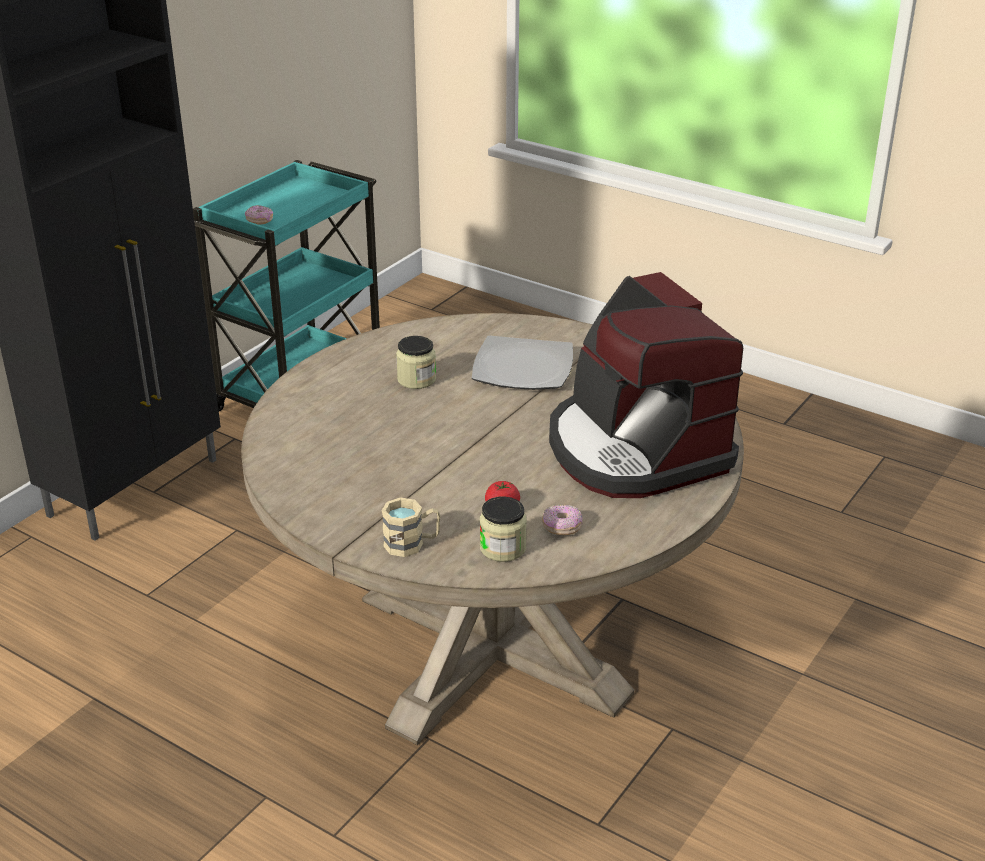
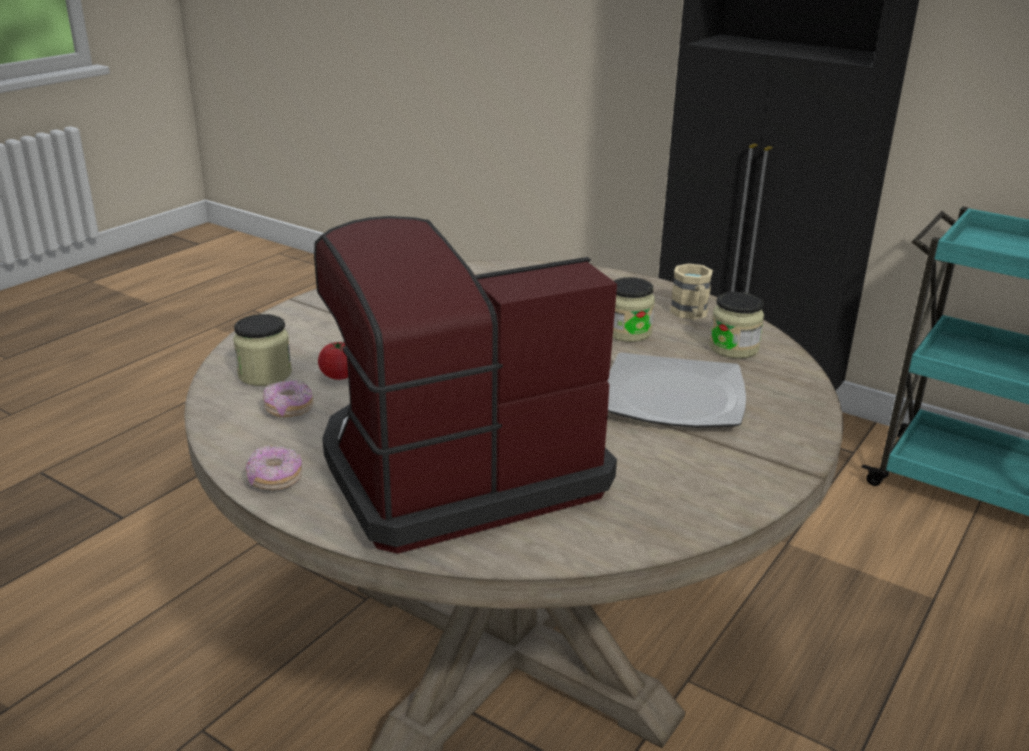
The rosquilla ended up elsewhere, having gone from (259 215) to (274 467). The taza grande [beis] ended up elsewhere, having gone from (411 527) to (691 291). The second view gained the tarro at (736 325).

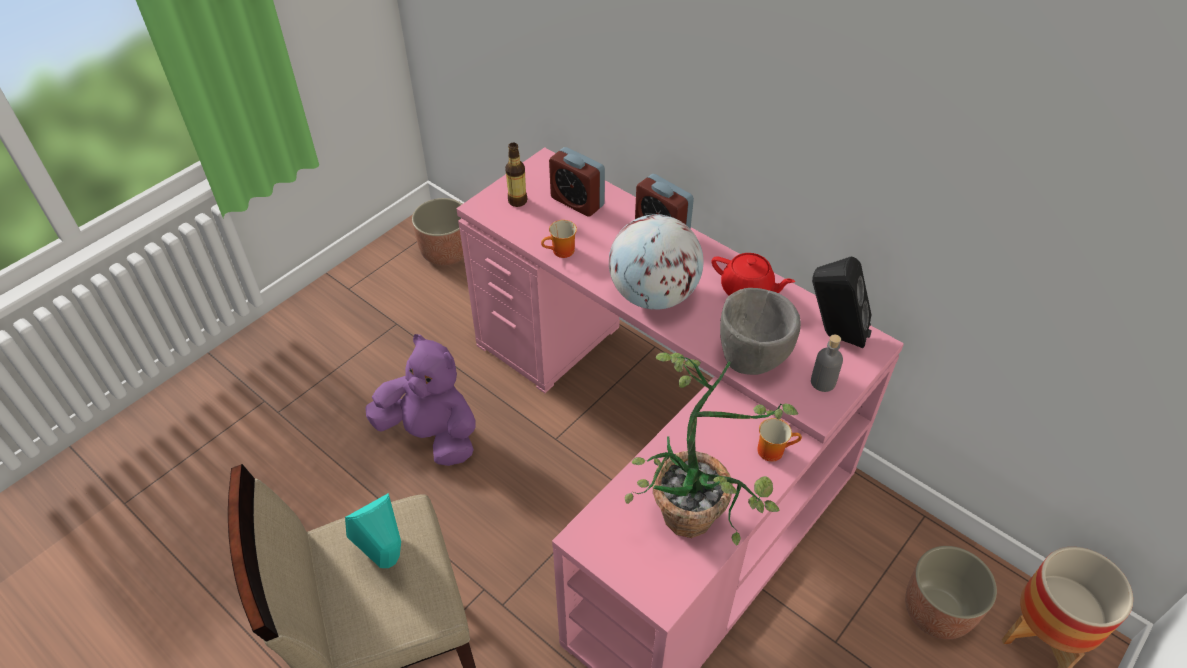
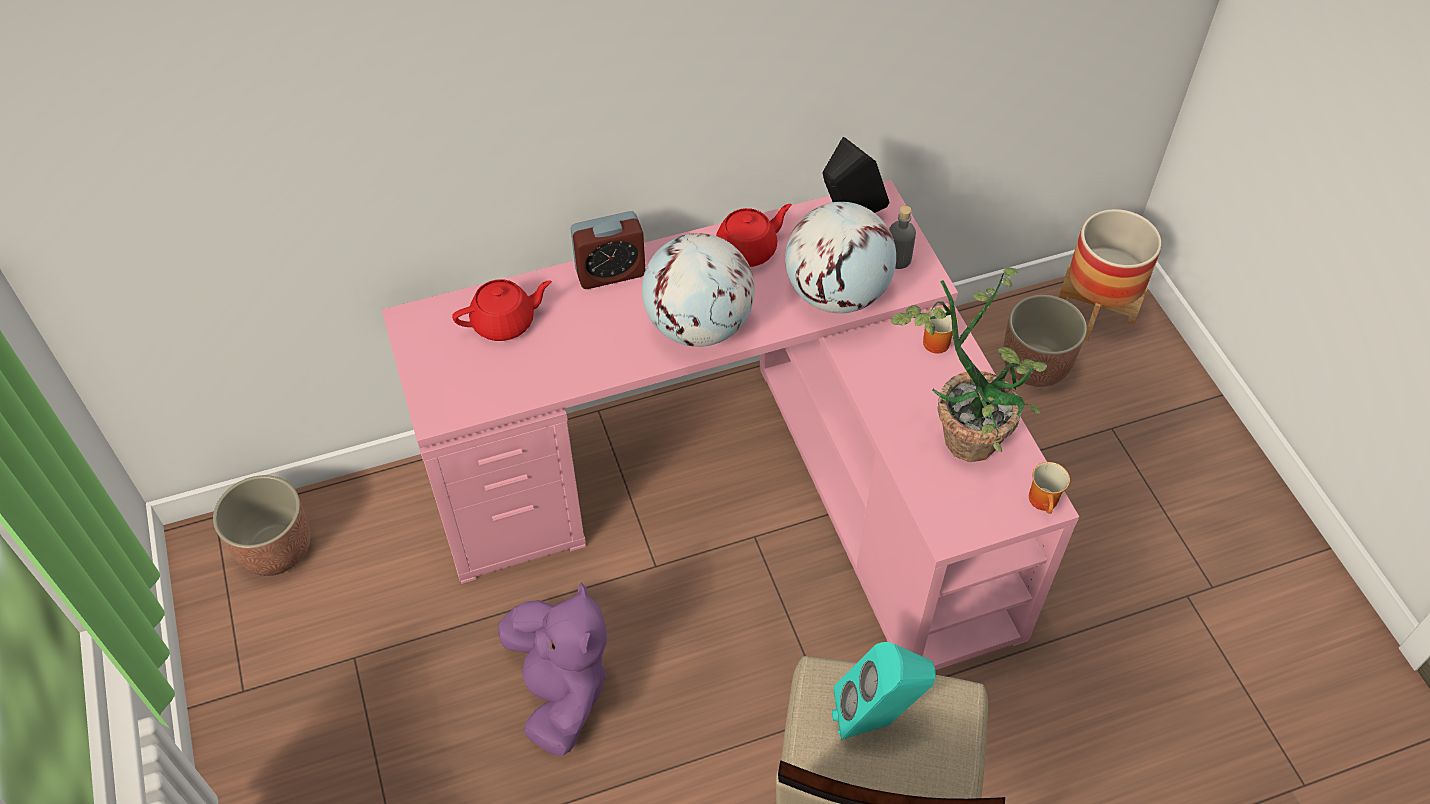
The peluche [morado] at (420 400) ended up facing another way, 105 degrees clockwise from before. The second view lost the botella at (516 175). The taza grande ended up elsewhere, having gone from (559 239) to (1049 488). Where the despertador stood at (577 182), the tetera [rojo] came to stand at (502 310). Where the cuenco [gris] stood at (760 331), the globo terráqueo came to stand at (840 257).

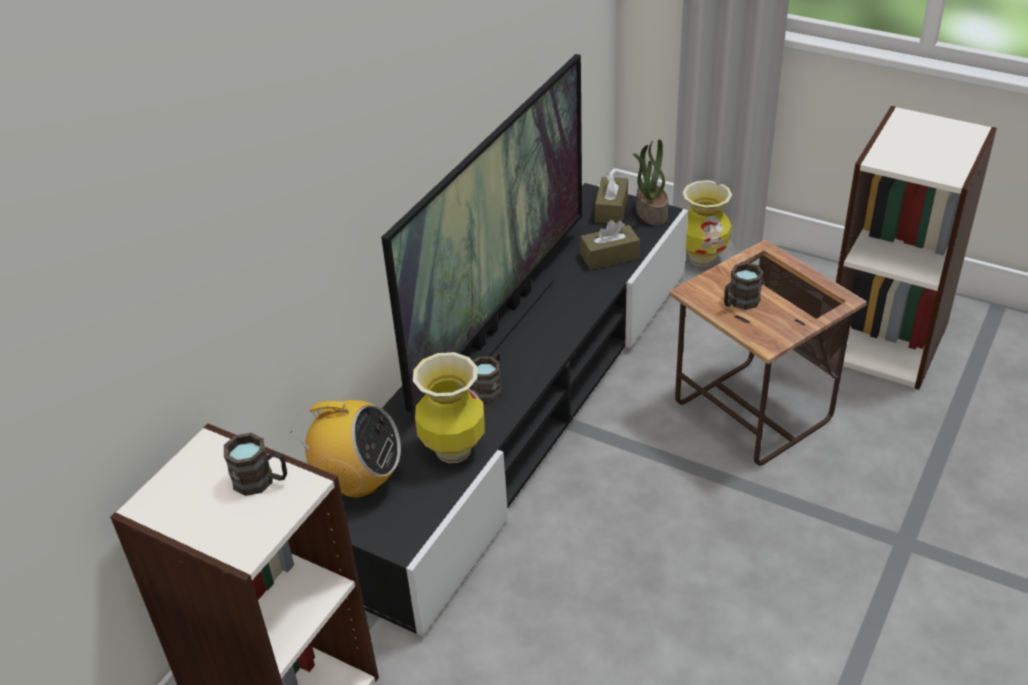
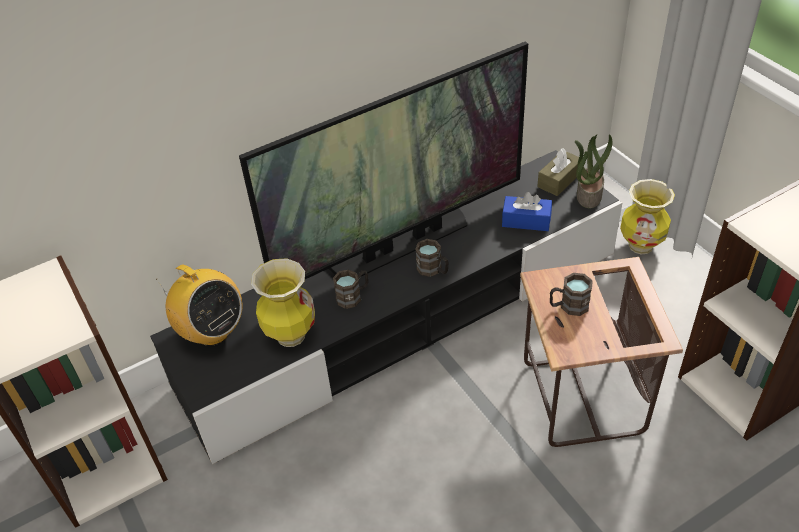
The taza grande [marrón] ended up elsewhere, having gone from (255 464) to (432 258). What was the caja de pañuelos [marrón] at (610 245) turned into the caja de pañuelos [azul] at (527 211).

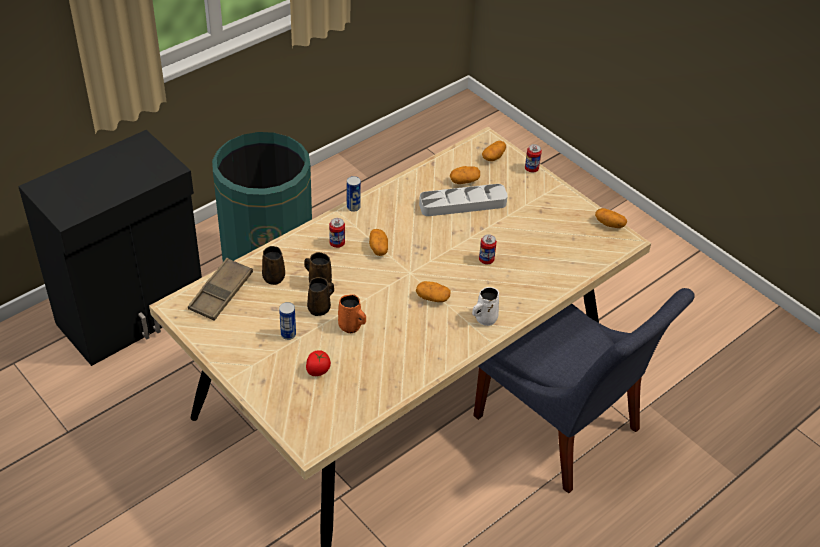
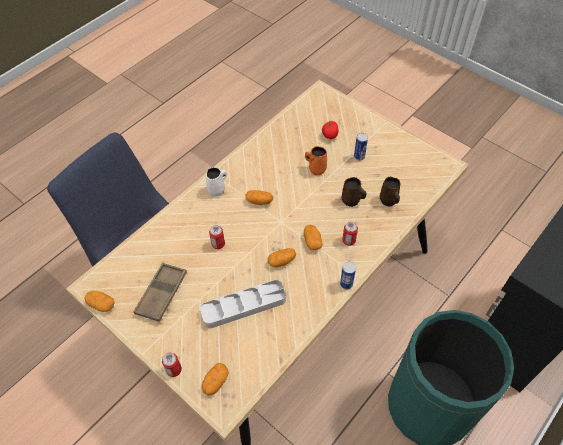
The bandeja [marrón] ended up elsewhere, having gone from (220 289) to (160 292). The second view lost the taza grande [marrón] at (320 296). The patata ended up elsewhere, having gone from (465 175) to (281 257).

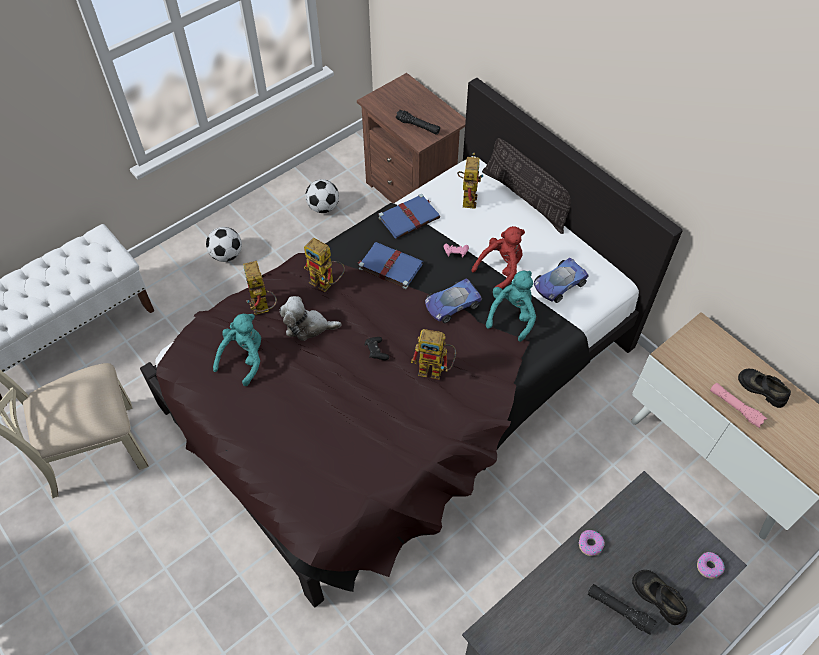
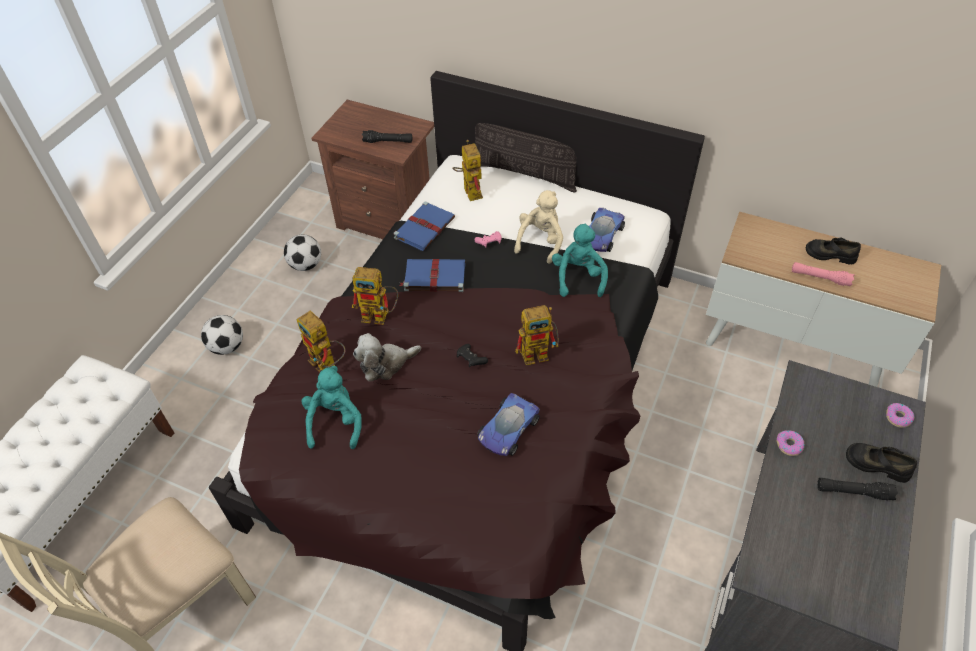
The coche de juguete ended up elsewhere, having gone from (453 300) to (508 424). What was the peluche [rojo] at (498 257) turned into the peluche [beis] at (538 227).

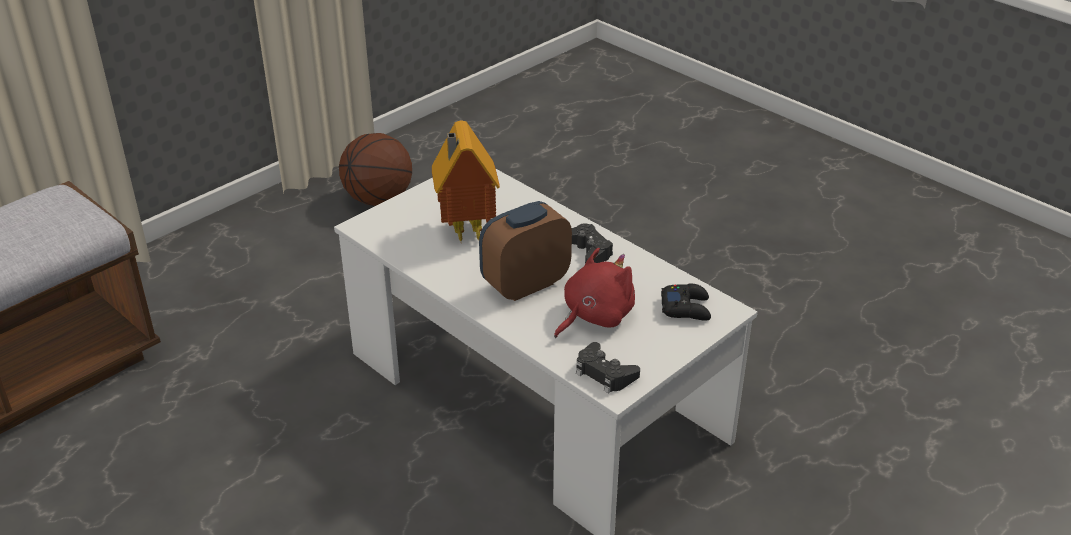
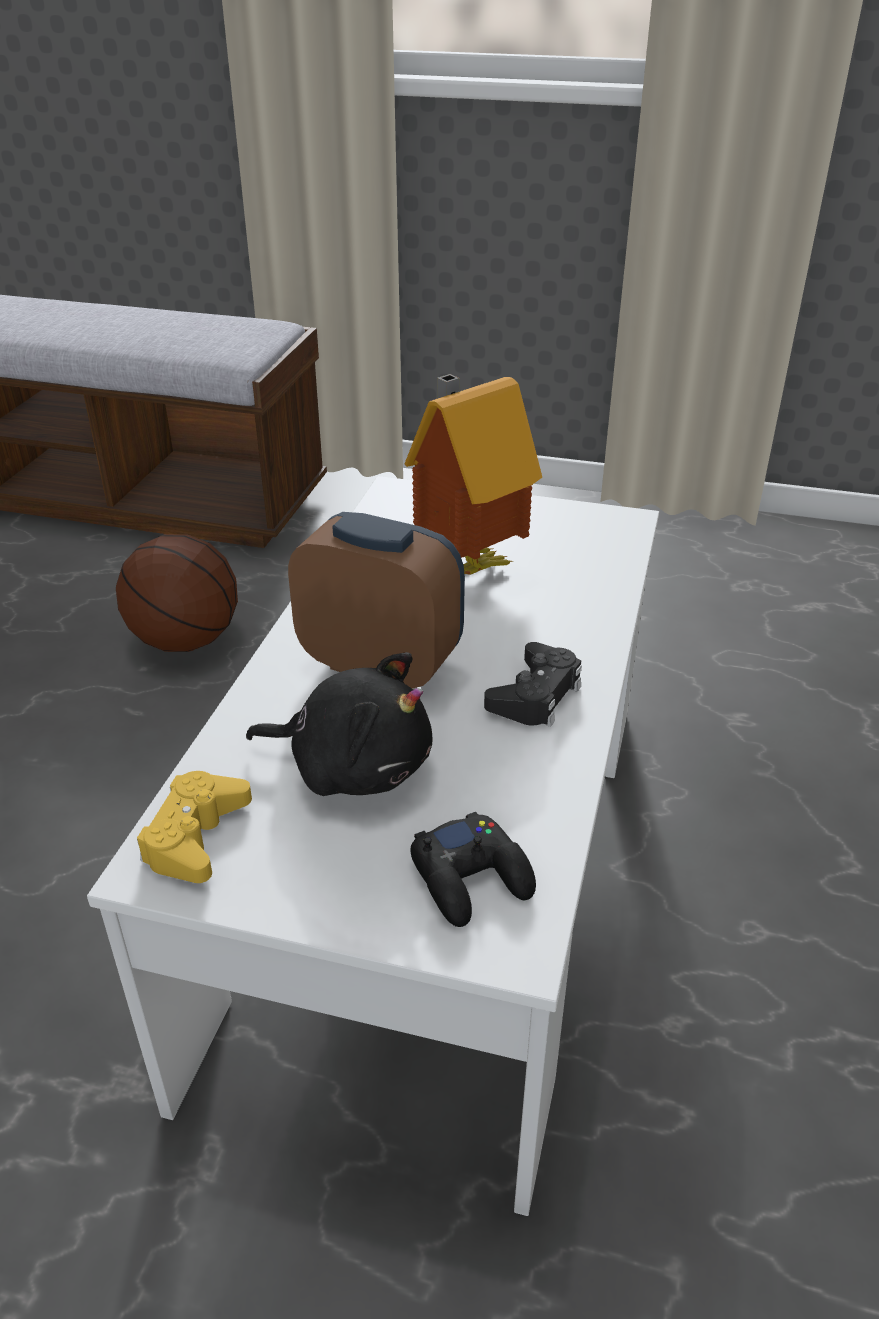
The balón de baloncesto ended up elsewhere, having gone from (375 169) to (177 593). What was the peluche [rojo] at (594 293) turned into the peluche [negro] at (339 724). What was the mando de consola [negro] at (608 368) turned into the mando de consola [amarillo] at (194 827).

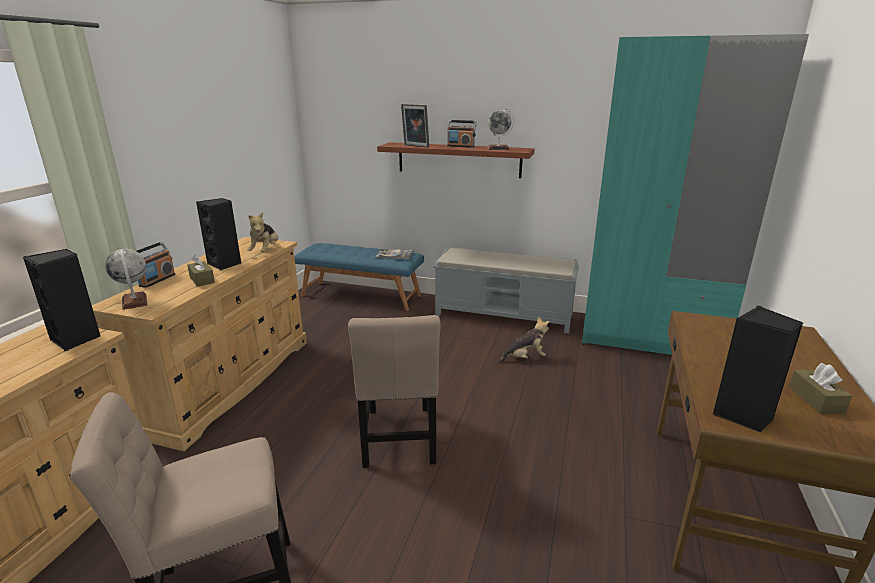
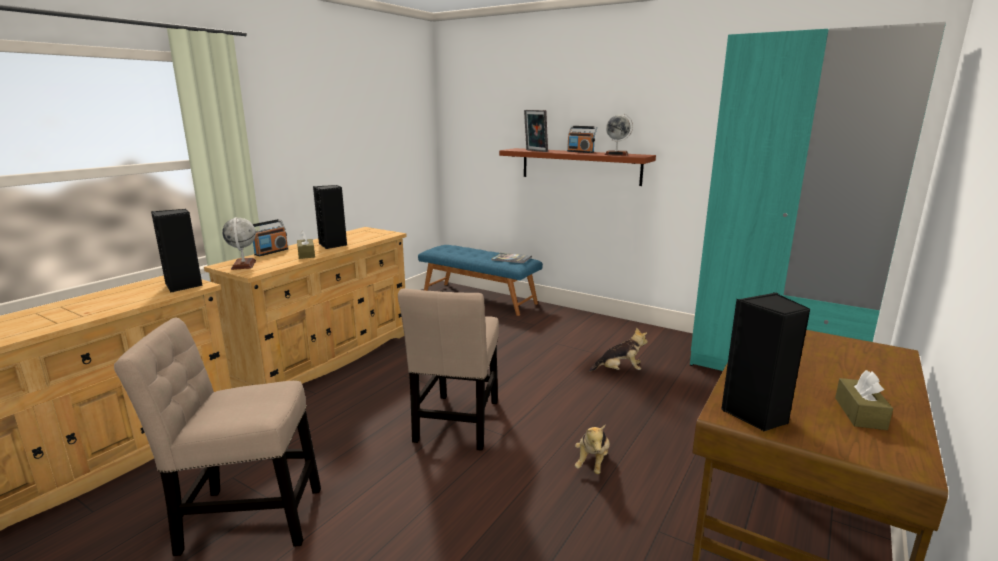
The peluche ended up elsewhere, having gone from (262 232) to (592 449). The second view lost the banco [gris] at (506 290).

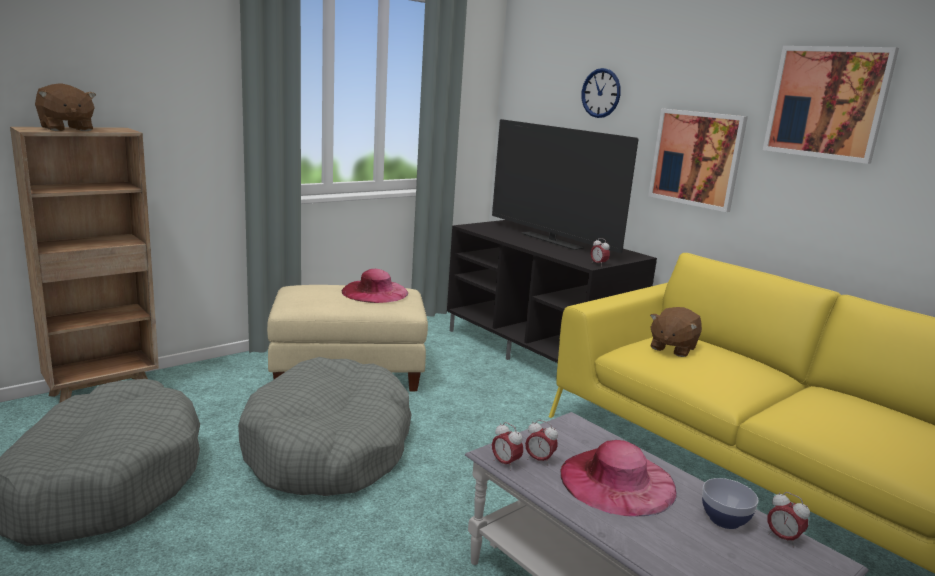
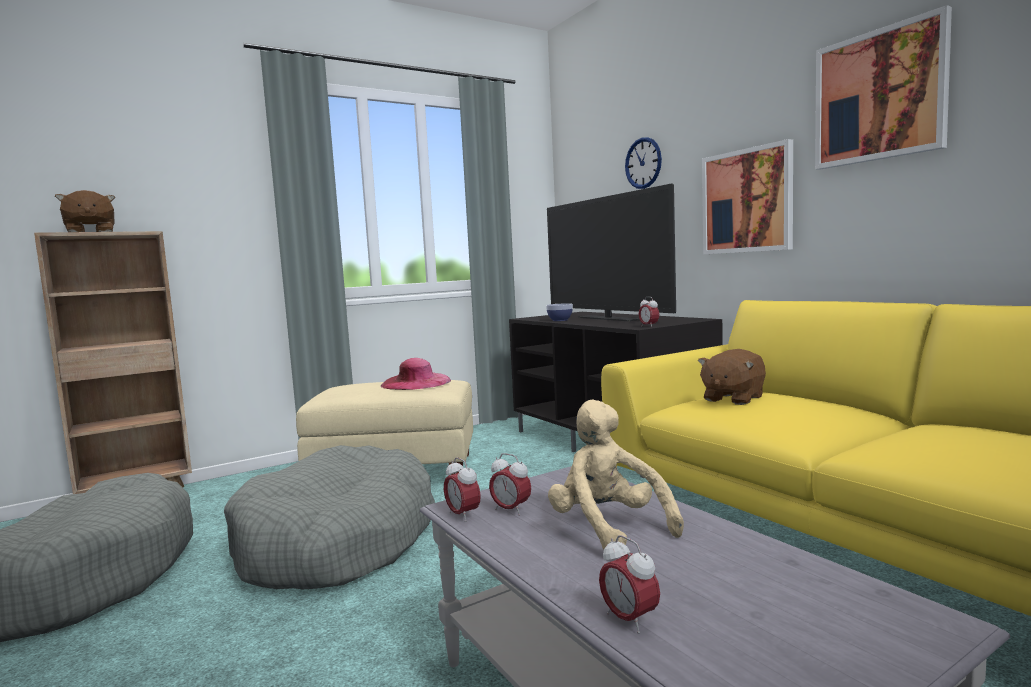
Where the sombrero [rosa] stood at (618 478), the peluche [beis] came to stand at (616 474). The cuenco ended up elsewhere, having gone from (730 503) to (559 312). The despertador ended up elsewhere, having gone from (788 520) to (629 584).

